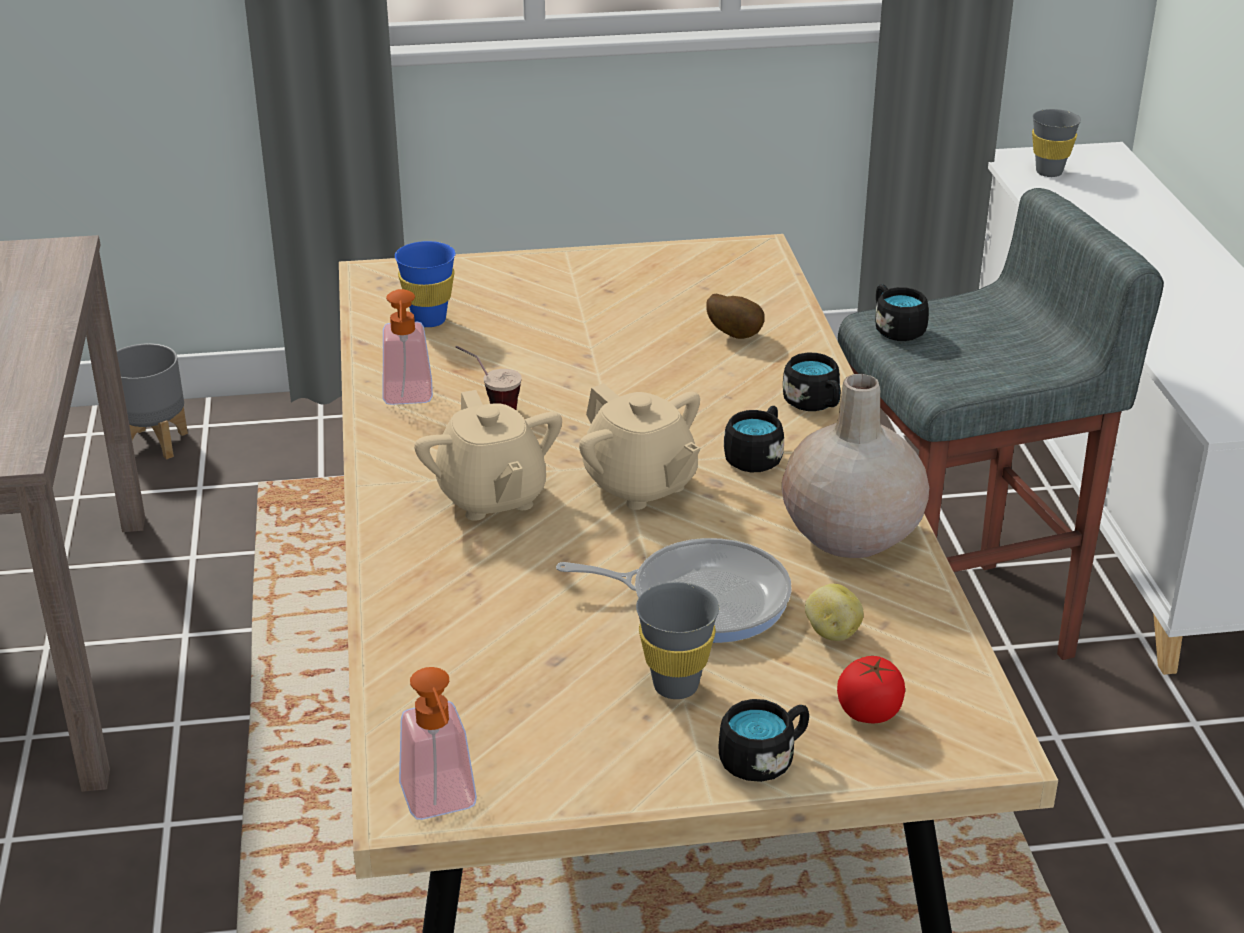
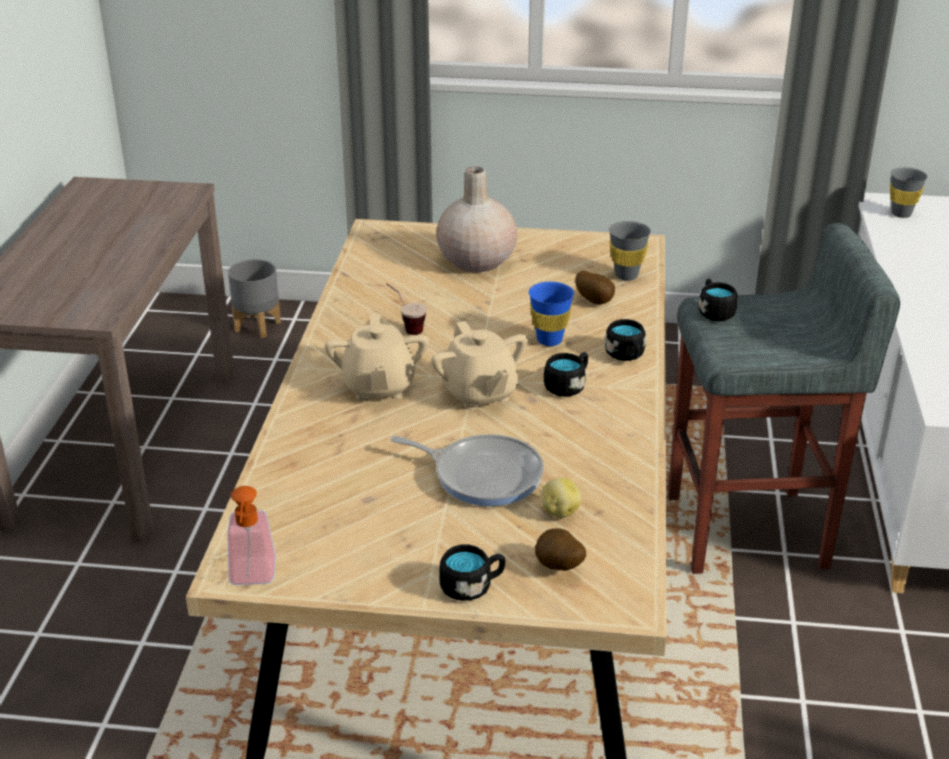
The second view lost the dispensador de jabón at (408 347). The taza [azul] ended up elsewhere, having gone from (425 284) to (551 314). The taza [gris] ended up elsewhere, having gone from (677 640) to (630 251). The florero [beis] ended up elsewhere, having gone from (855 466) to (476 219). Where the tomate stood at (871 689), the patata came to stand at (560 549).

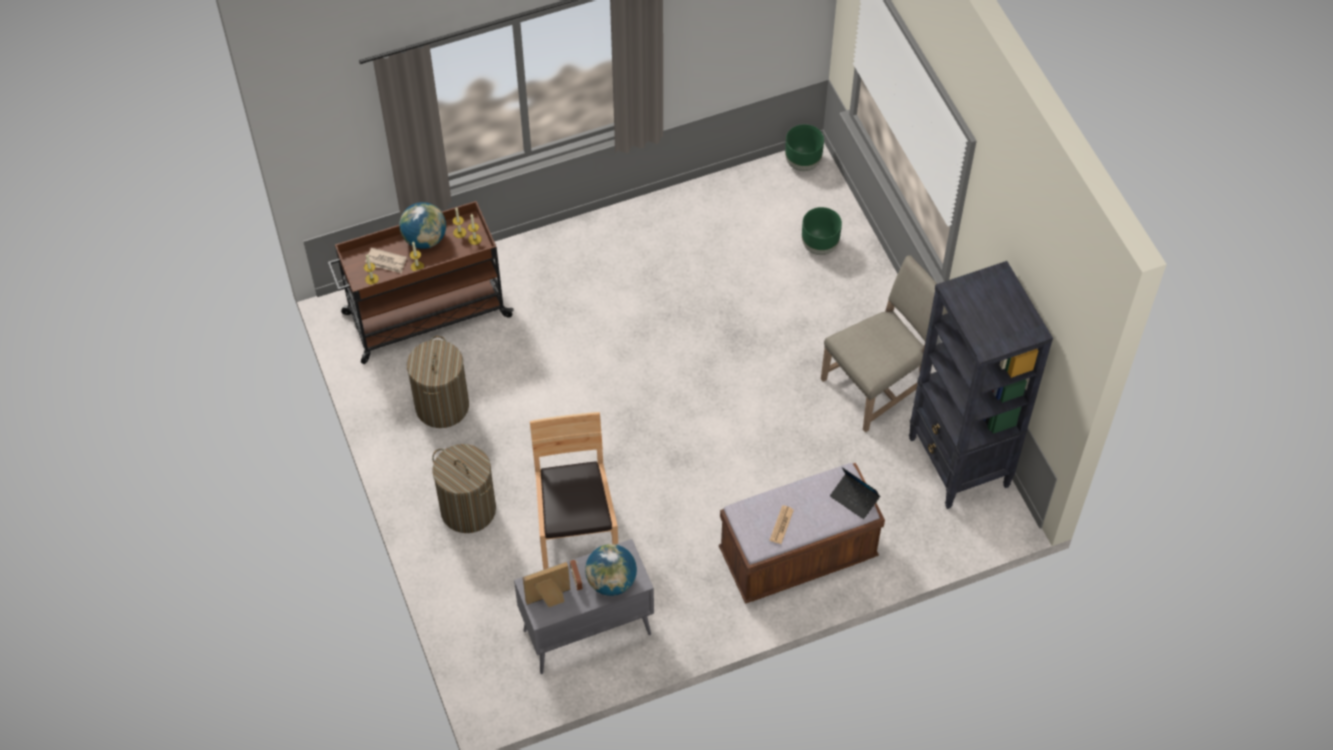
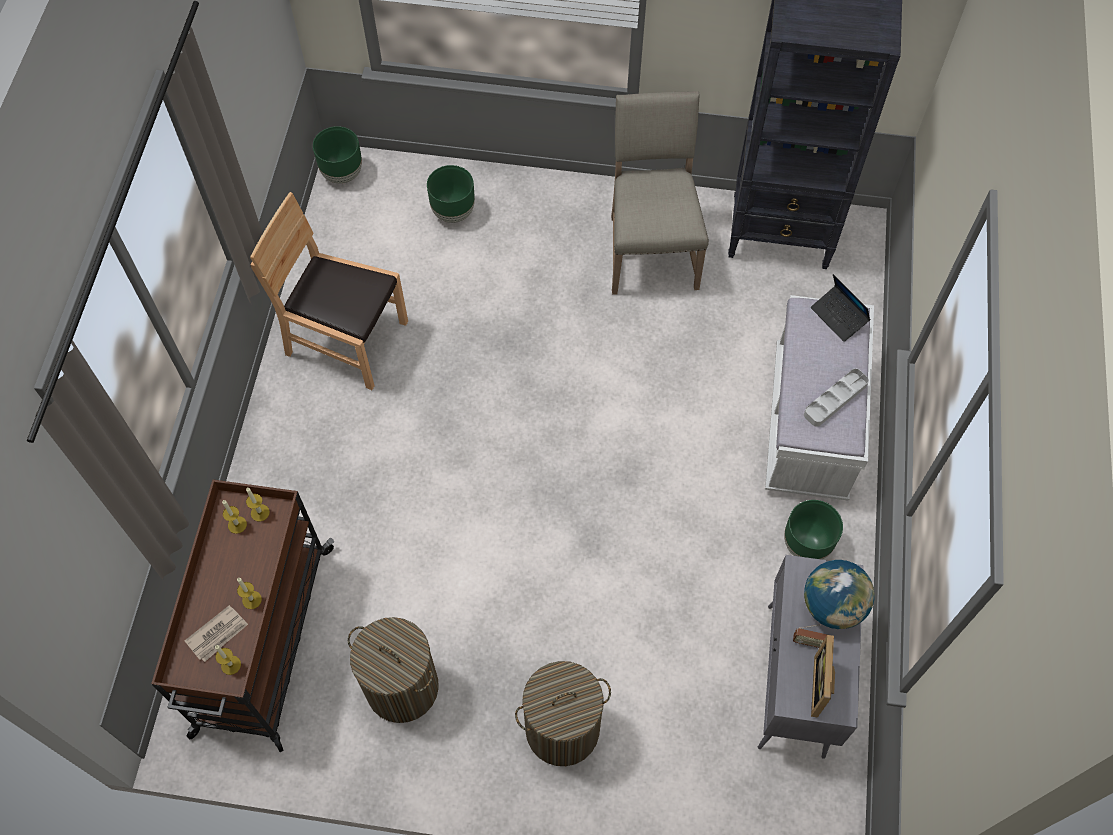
The second view lost the globo terráqueo at (422 225). The silla [marrón] ended up elsewhere, having gone from (574 491) to (329 291). What was the banco [marrón] at (802 533) turned into the banco [blanco] at (819 398). Where the periódico stood at (782 524), the bandeja [gris] came to stand at (836 398). The portátil at (855 493) ended up facing another way, 75 degrees clockwise from before. The second view gained the maceta [verde] at (813 530).

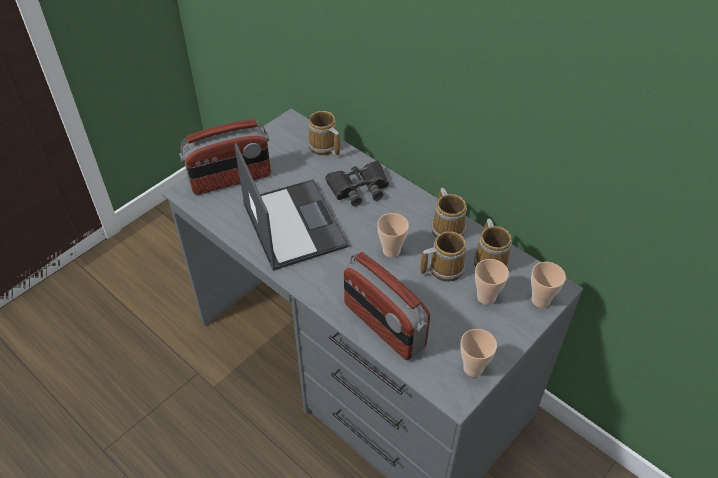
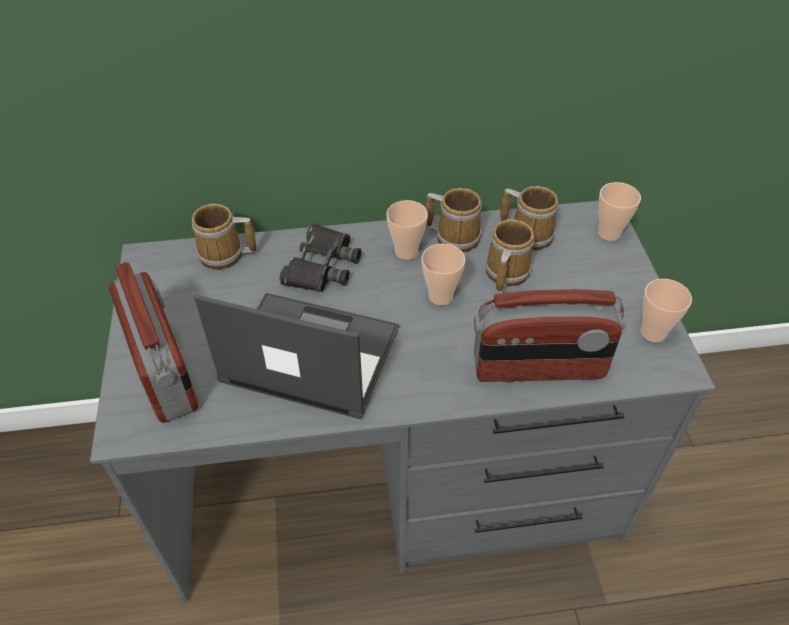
The radio at (225 157) ended up facing another way, 45 degrees counterclockwise from before. The taza ended up elsewhere, having gone from (492 282) to (407 230).

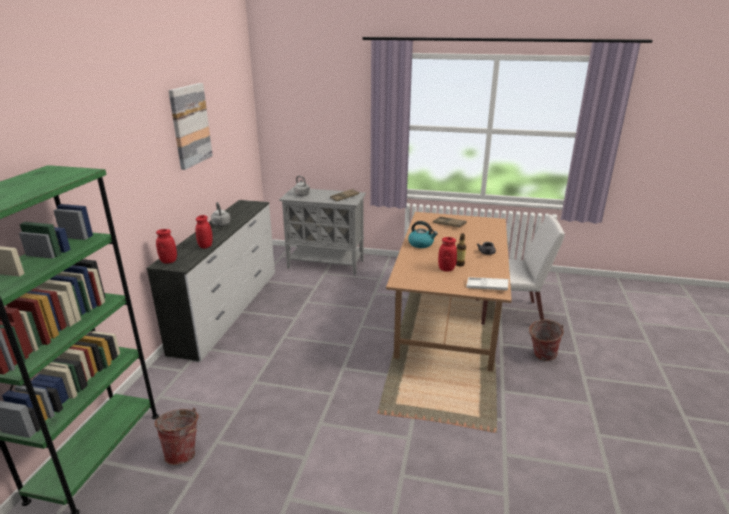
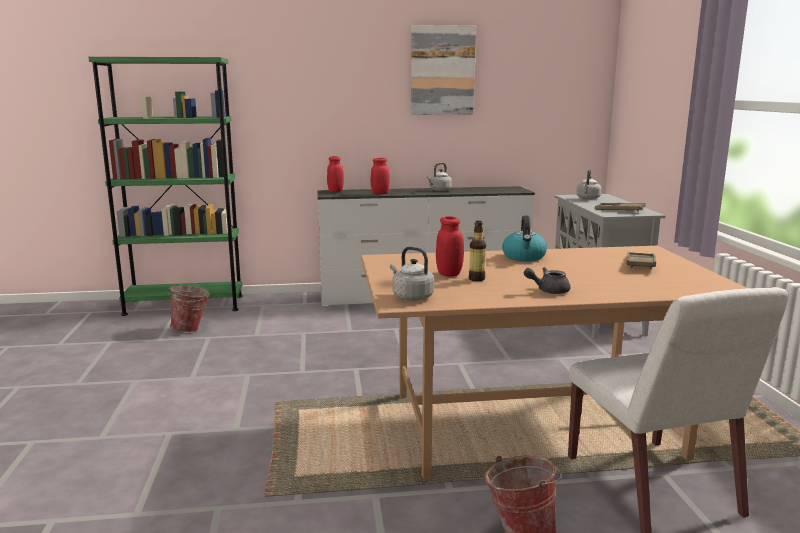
Where the bandeja [blanco] stood at (487 284), the hervidor [gris] came to stand at (412 274).

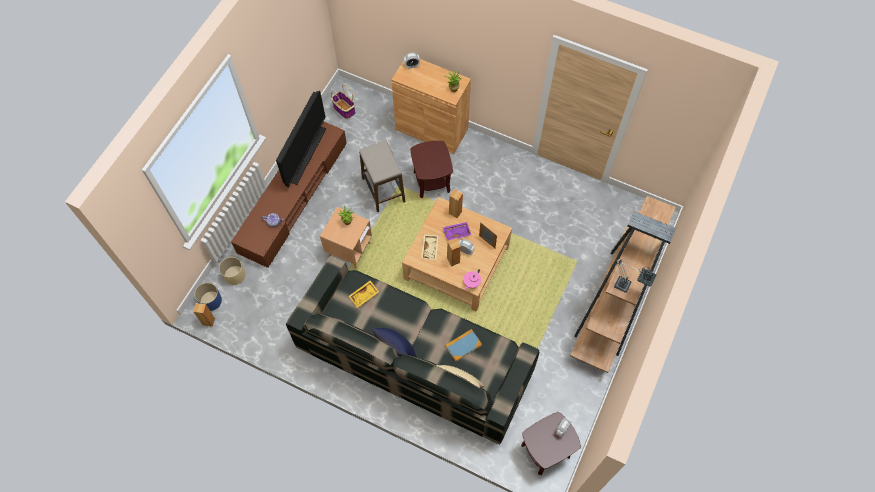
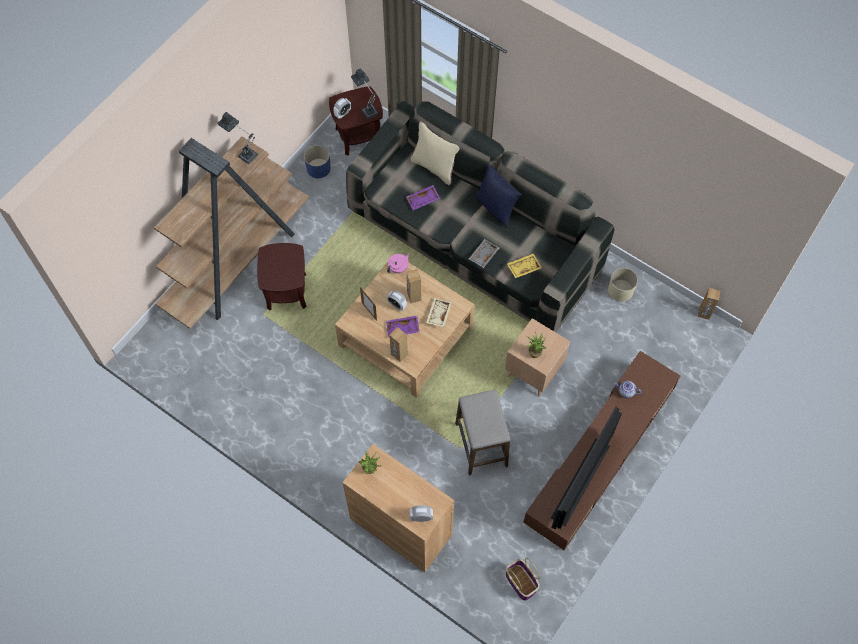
The maceta [azul] ended up elsewhere, having gone from (208 297) to (317 161). The maceta [beis] ended up elsewhere, having gone from (232 271) to (623 285). The mesa auxiliar [marrón] ended up elsewhere, having gone from (431 169) to (281 276). Where the libro stood at (463 345), the bandeja [morado] came to stand at (423 197). The second view gained the lámpara de mesa at (365 94). The second view gained the bandeja [gris] at (484 253).

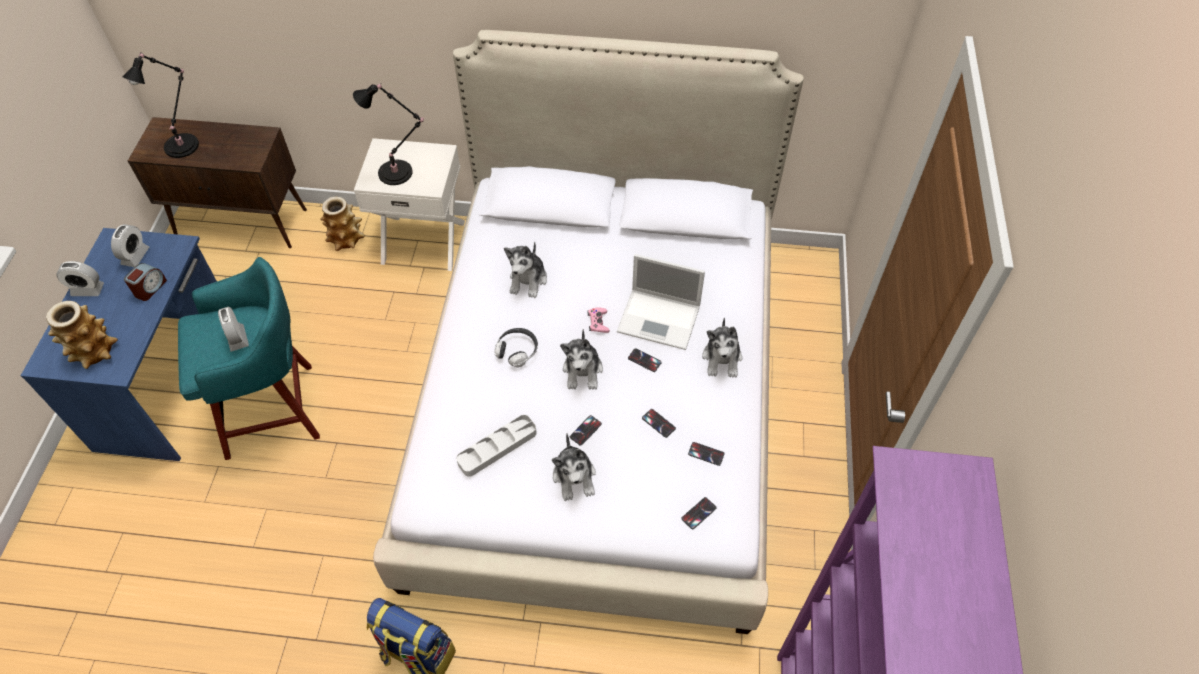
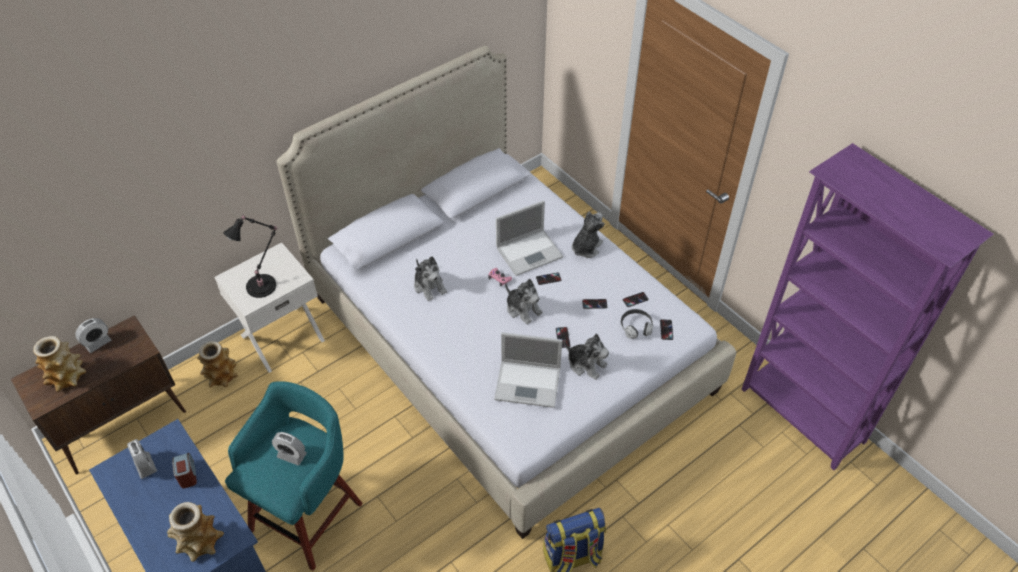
The despertador ended up elsewhere, having gone from (80 278) to (93 335). Where the lámpara de mesa [negro] stood at (161 105), the florero came to stand at (59 364). Where the bandeja [gris] stood at (496 446), the portátil came to stand at (528 370). The auriculares ended up elsewhere, having gone from (516 348) to (637 324). The peluche at (722 347) ended up facing another way, 105 degrees counterclockwise from before.

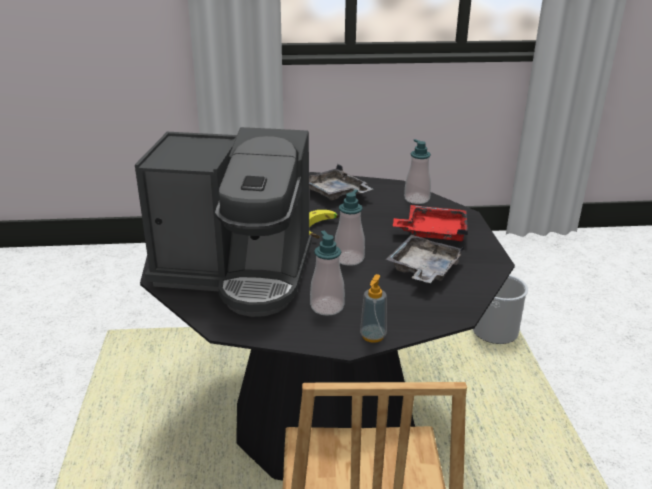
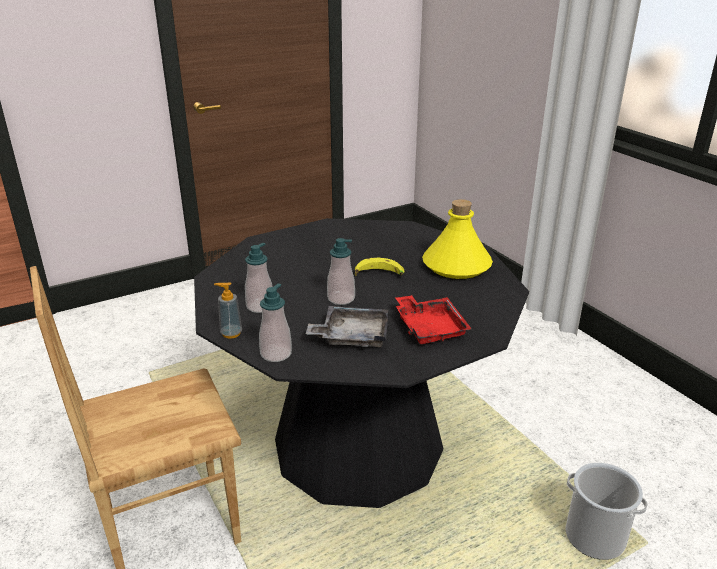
The second view lost the cafetera at (223 222). Where the bandeja [gris] stood at (341 182), the botella [amarillo] came to stand at (457 239). The dispensador de jabón ended up elsewhere, having gone from (417 171) to (275 323).

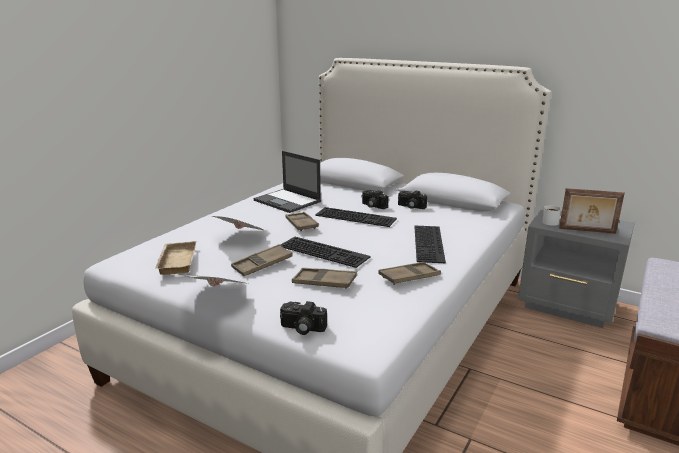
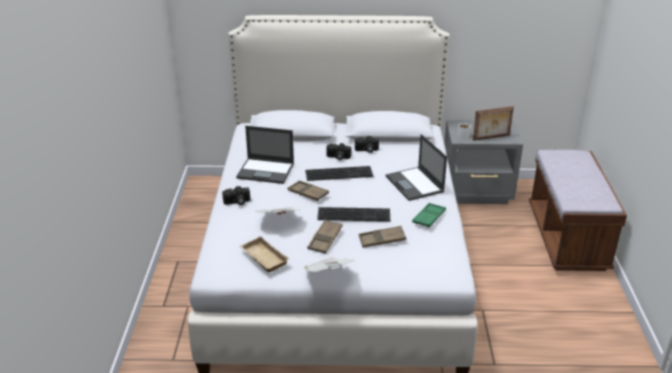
The cámara ended up elsewhere, having gone from (303 318) to (236 195). What was the bandeja [marrón] at (409 273) turned into the bandeja [verde] at (429 215). Where the teclado stood at (430 244), the portátil came to stand at (416 167).

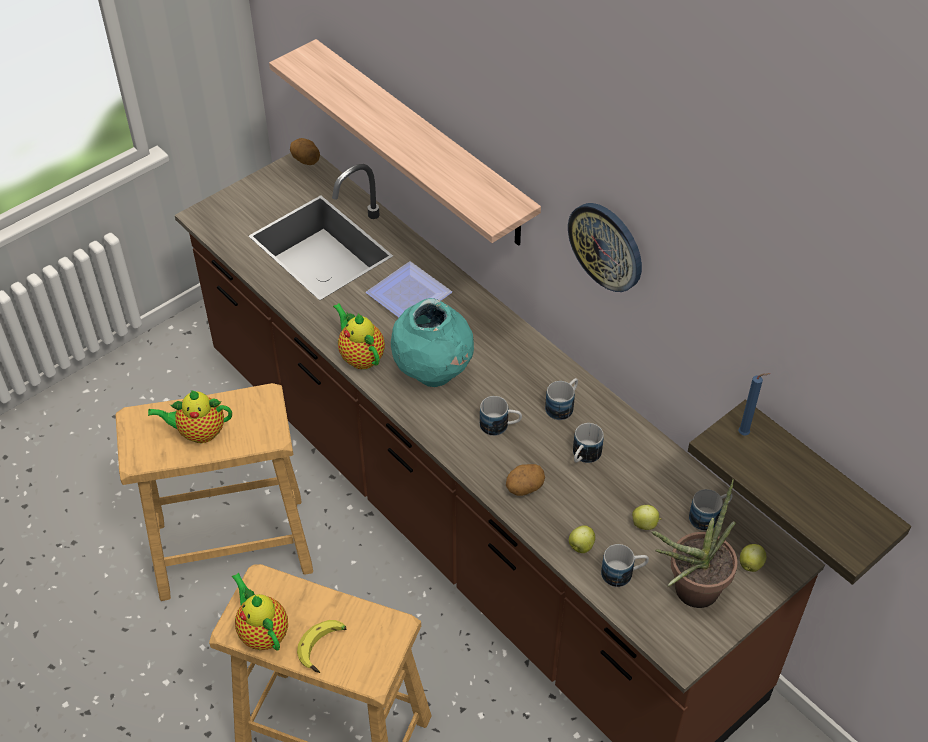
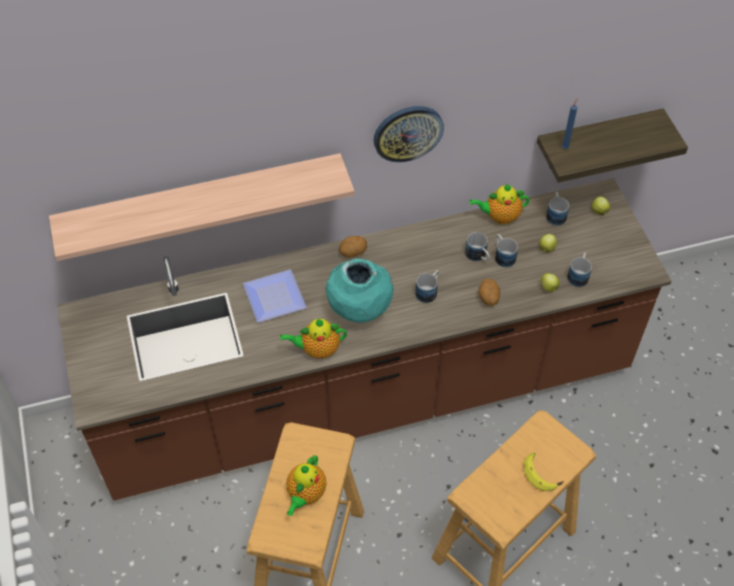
The tetera ended up elsewhere, having gone from (260 611) to (499 204). The patata ended up elsewhere, having gone from (305 151) to (353 247). The taza grande ended up elsewhere, having gone from (561 399) to (506 250). The second view lost the planta en maceta at (694 543).

